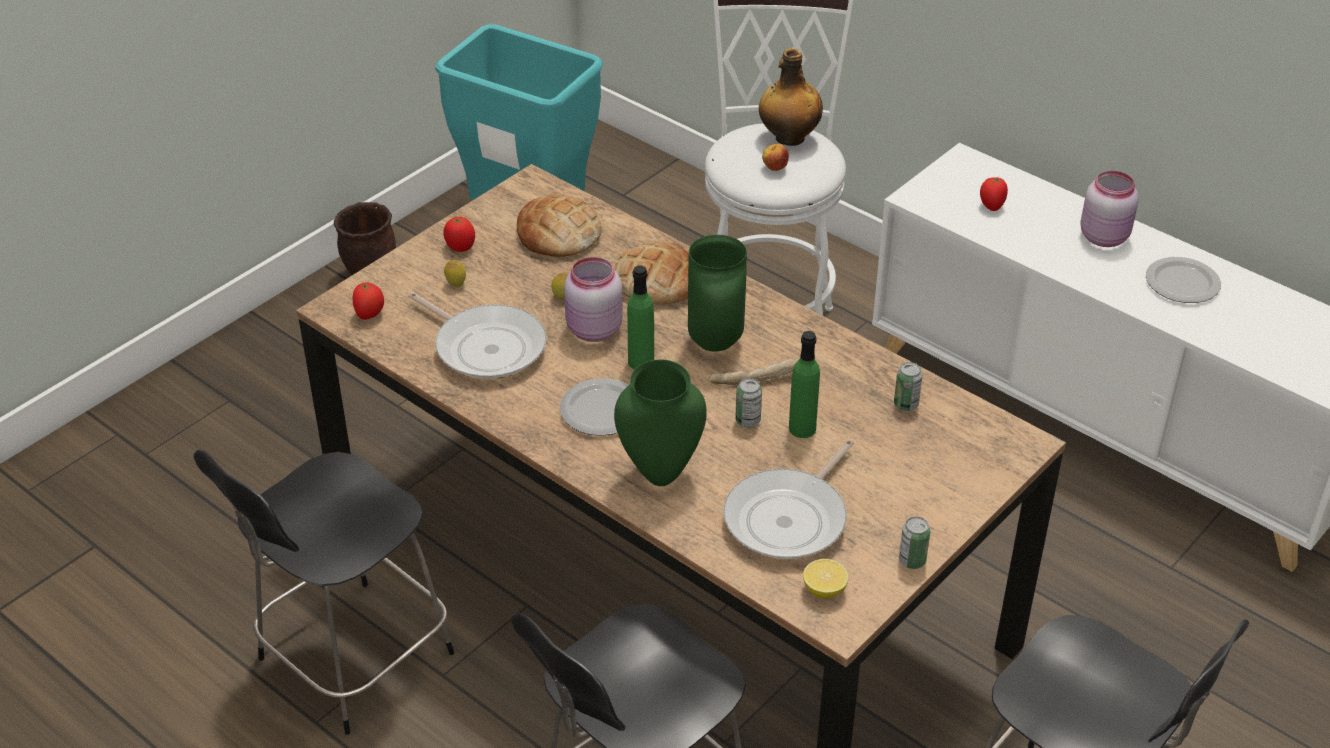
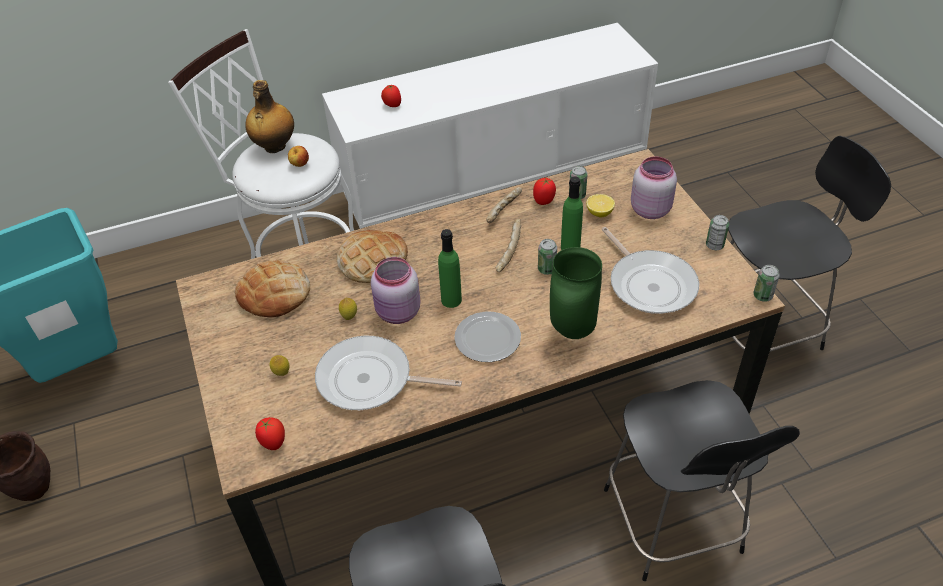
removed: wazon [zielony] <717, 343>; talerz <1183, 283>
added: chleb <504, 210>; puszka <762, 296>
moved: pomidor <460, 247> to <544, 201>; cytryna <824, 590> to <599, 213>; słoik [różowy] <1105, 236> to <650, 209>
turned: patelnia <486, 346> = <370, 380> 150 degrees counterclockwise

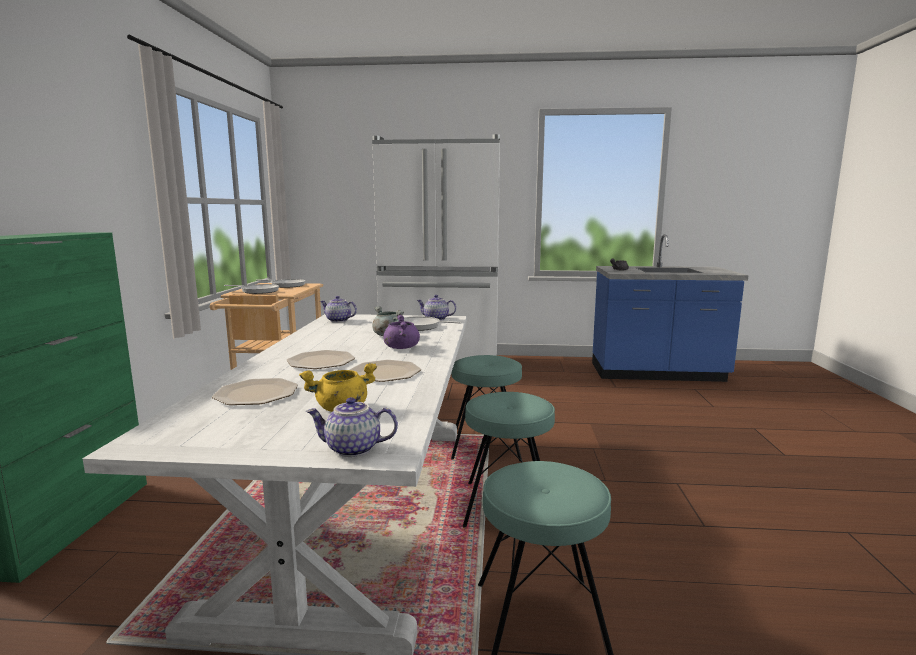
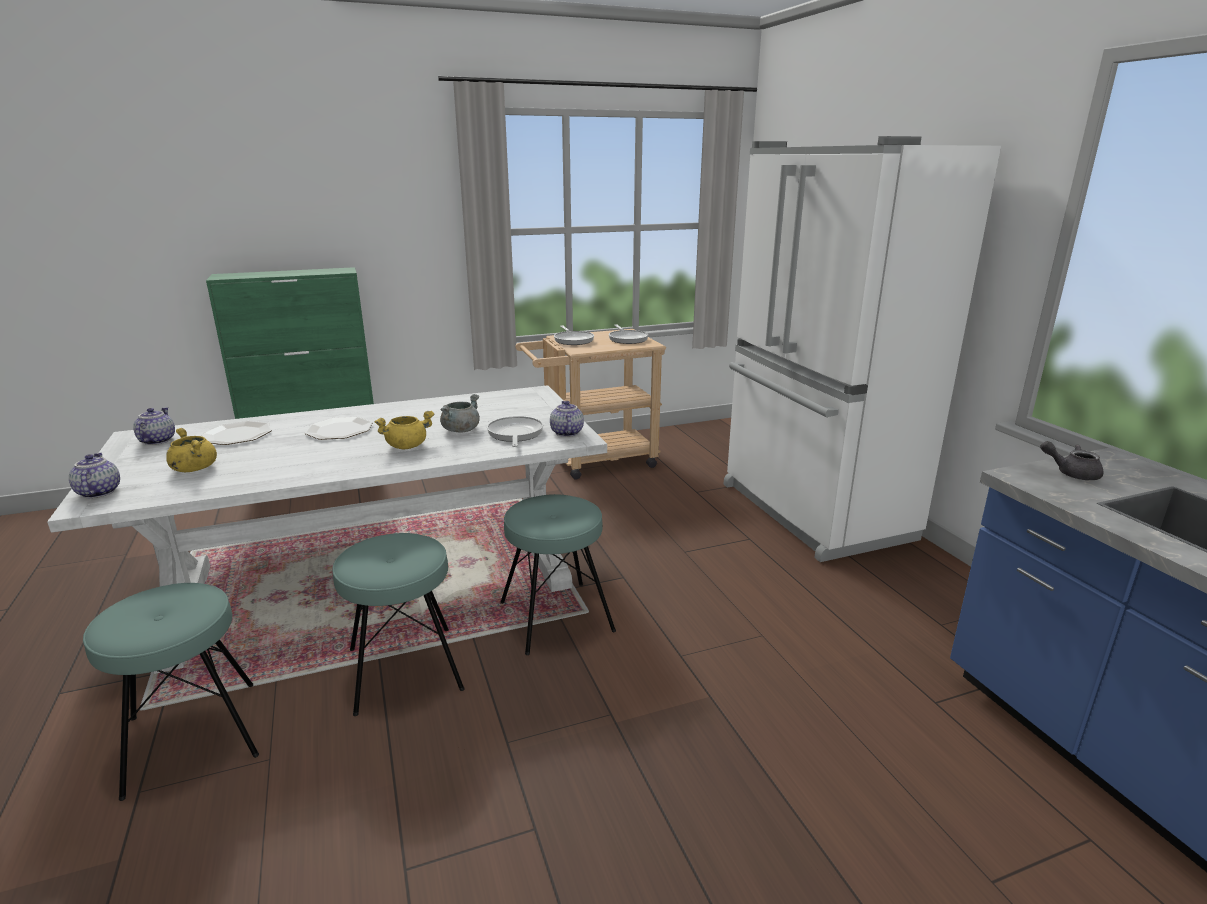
removed: talerz <384, 373>
moved: imbryk <338, 320> to <157, 440>
recoloured: garnek [fioletowy] <401, 347> to garnek [żółty] <407, 446>

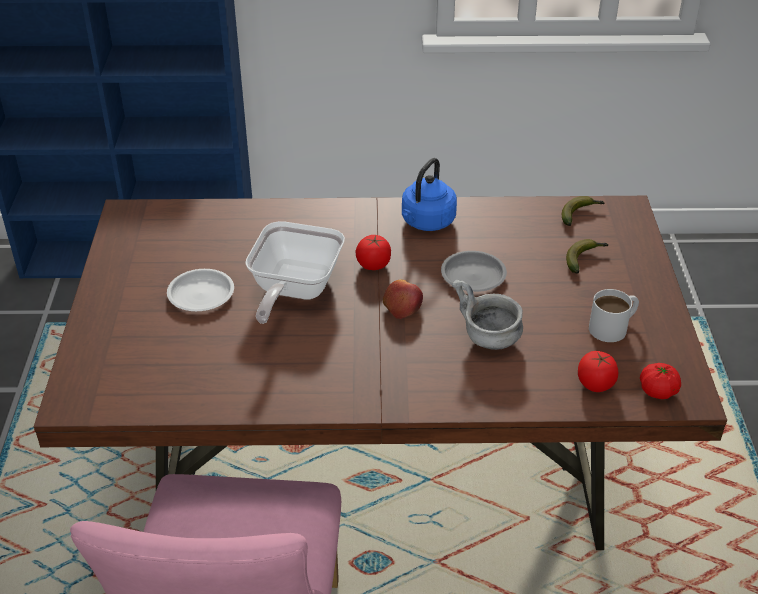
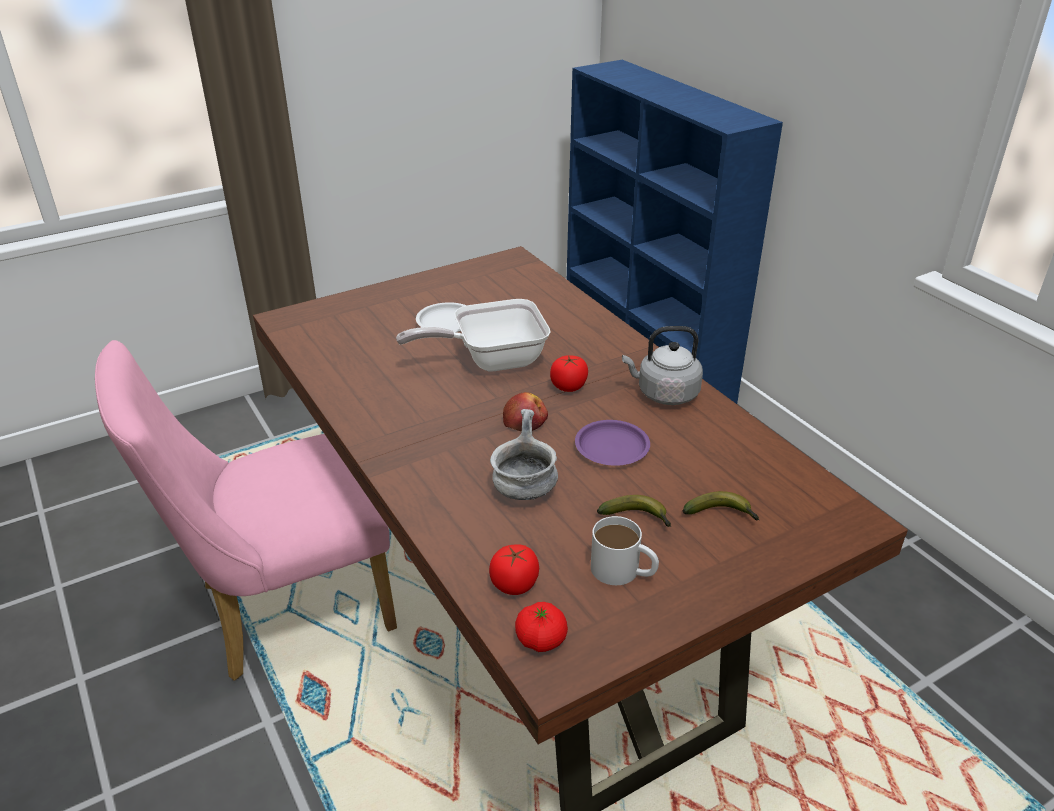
moved: banan <580, 214> to <638, 518>
recoloured: talerz [szary] <472, 275> to talerz [fioletowy] <612, 447>; czajnik [niebieski] <426, 222> to czajnik [szary] <664, 394>

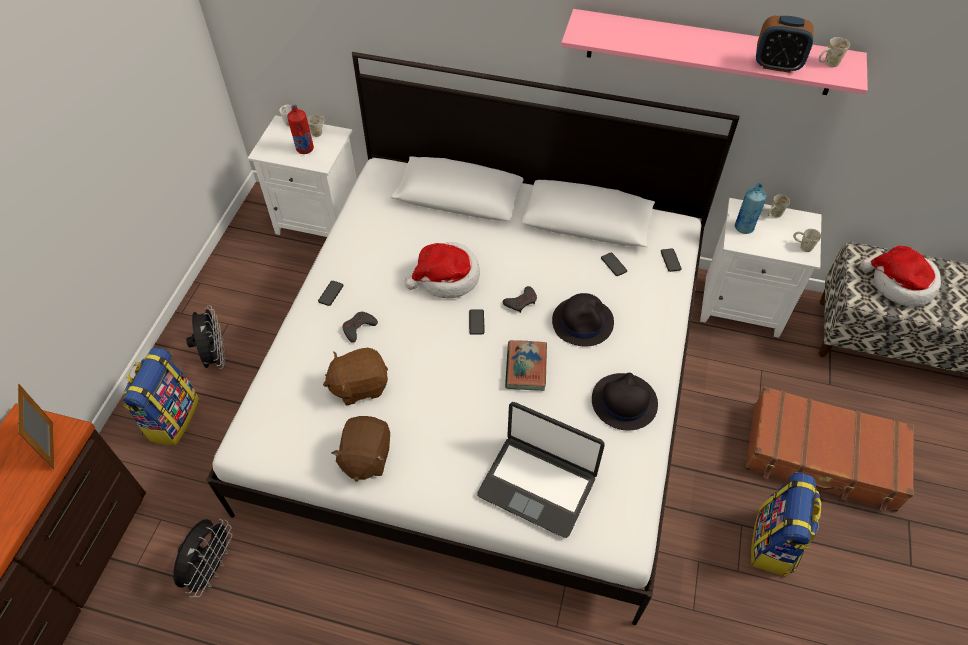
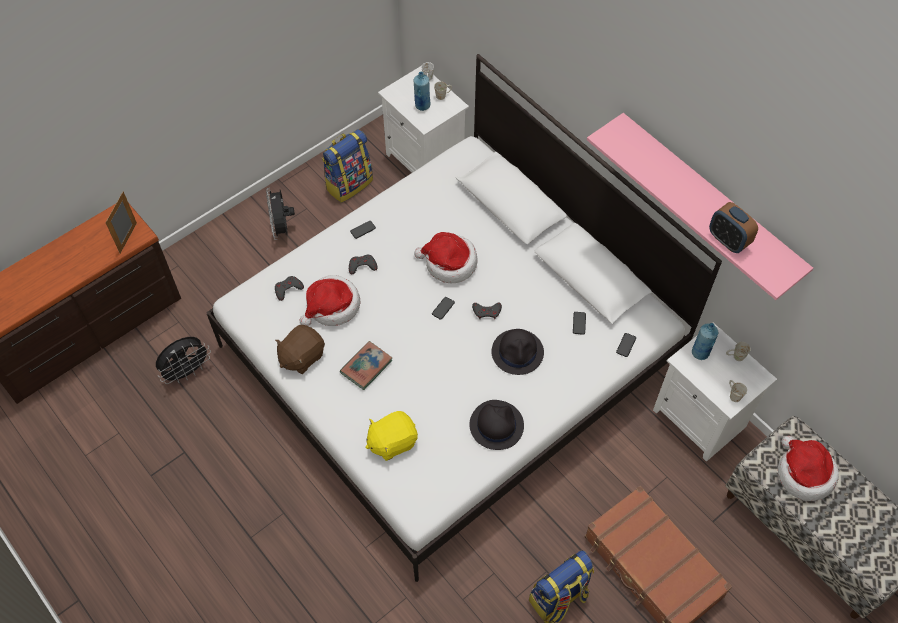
removed: kubek [biały] <827, 64>
added: pad do gier [szary] <288, 289>
moved: plecak <172, 418> to <349, 184>; książka <526, 367> to <366, 367>
replaced: pluszak [brązowy] <359, 385> to kapelusz <332, 306>; laptop <537, 485> to pluszak [żółty] <392, 441>
recoloured: butelka [czerwony] <304, 149> to butelka [niebieski] <422, 105>
turned: wentylator [czarny] <215, 356> = <282, 228> 150 degrees clockwise

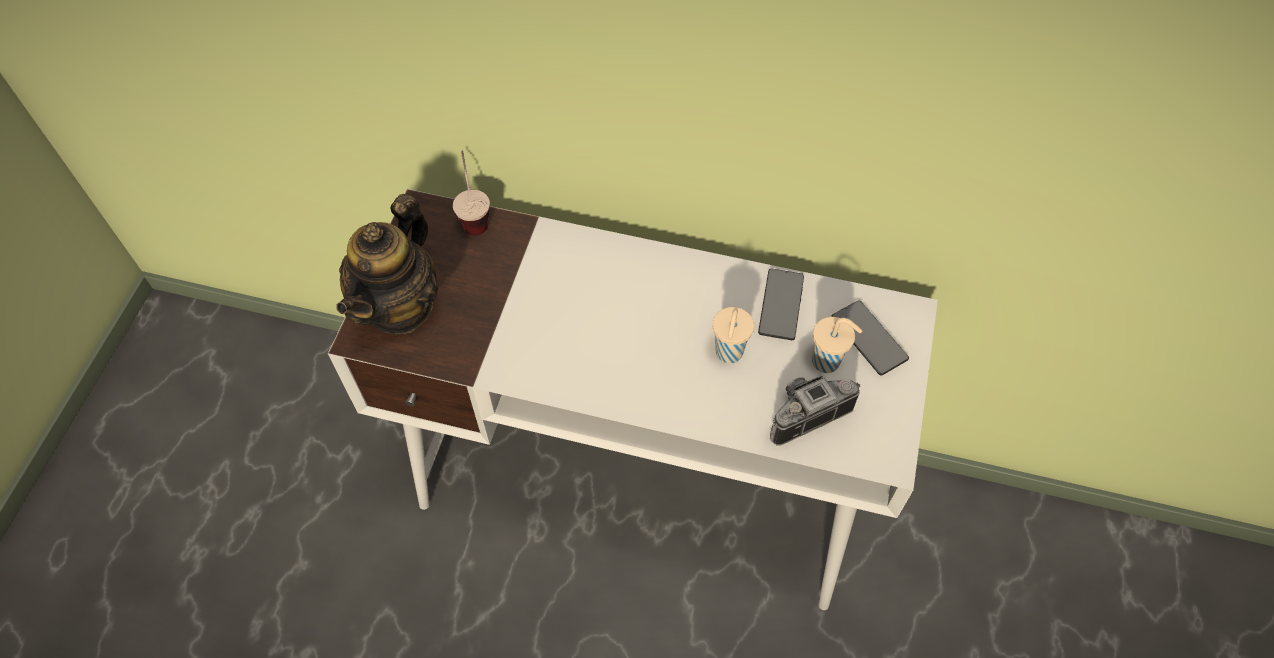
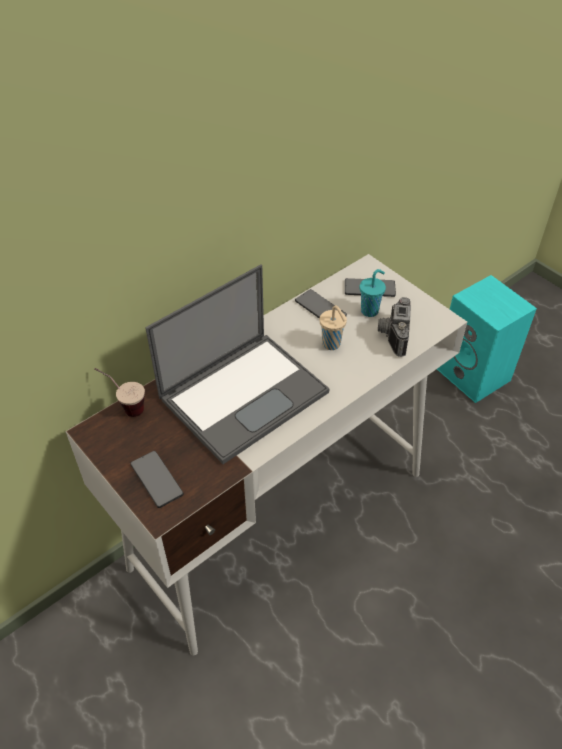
added: laptop <245, 393>; głośnik [turkusowy] <475, 375>
replaced: imbryk <400, 306> to telefon <157, 479>
recoloured: filiżanka [beżowy] <827, 362> to filiżanka [turkusowy] <370, 310>

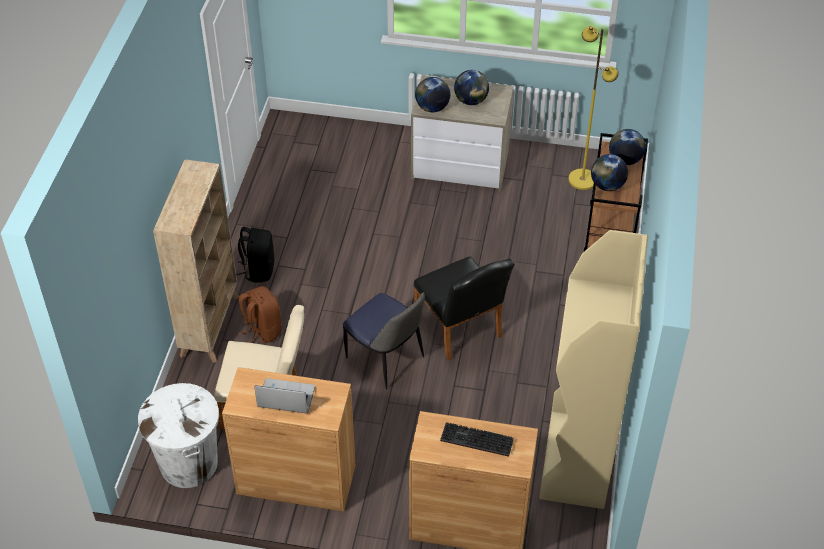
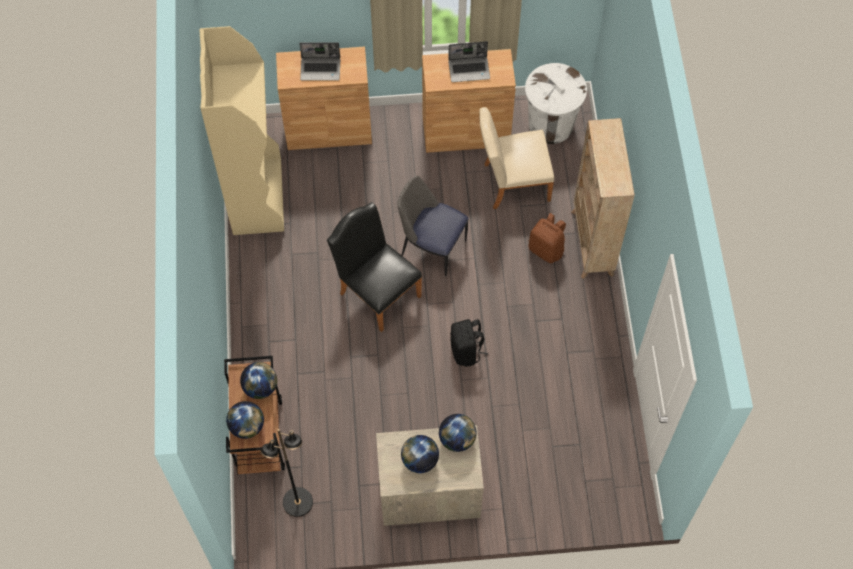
moved: plecak [czarny] <258, 270> to <466, 351>
replaced: klawiatura <475, 441> to laptop <321, 69>
recoloured: lampa stojąca [żółty] <582, 179> to lampa stojąca [czarny] <297, 503>

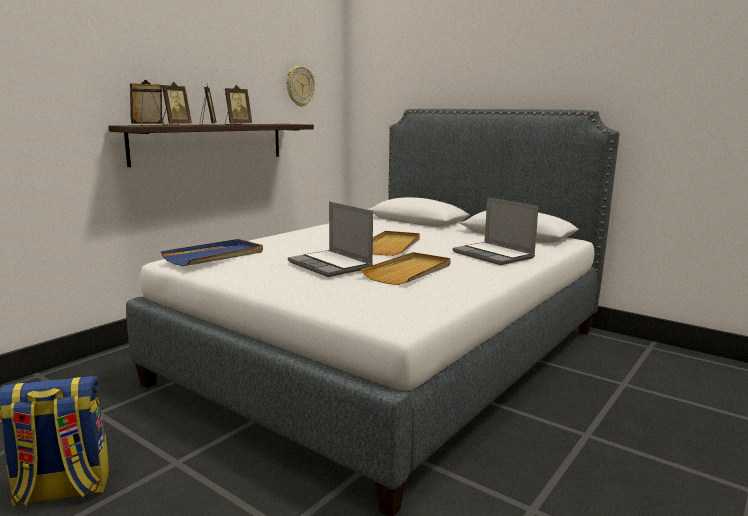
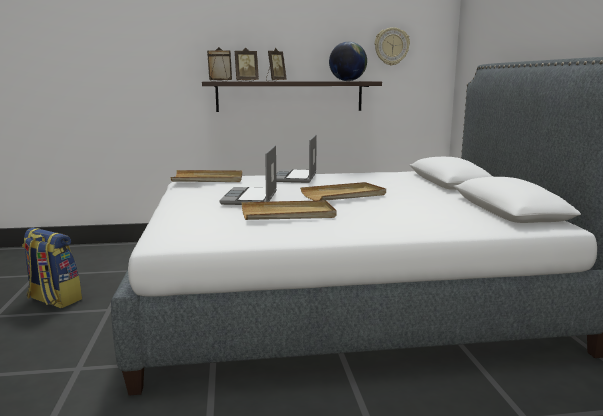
removed: ramka na zdjęcie <237, 124>
added: globus <347, 81>
moved: laptop <494, 255> to <295, 177>
recoloured: taca [niebieski] <215, 256> to taca [beżowy] <208, 179>

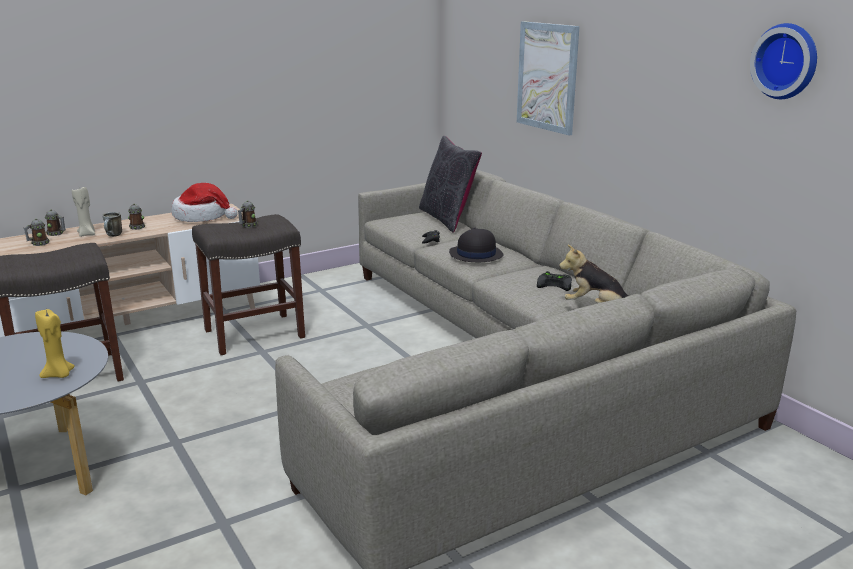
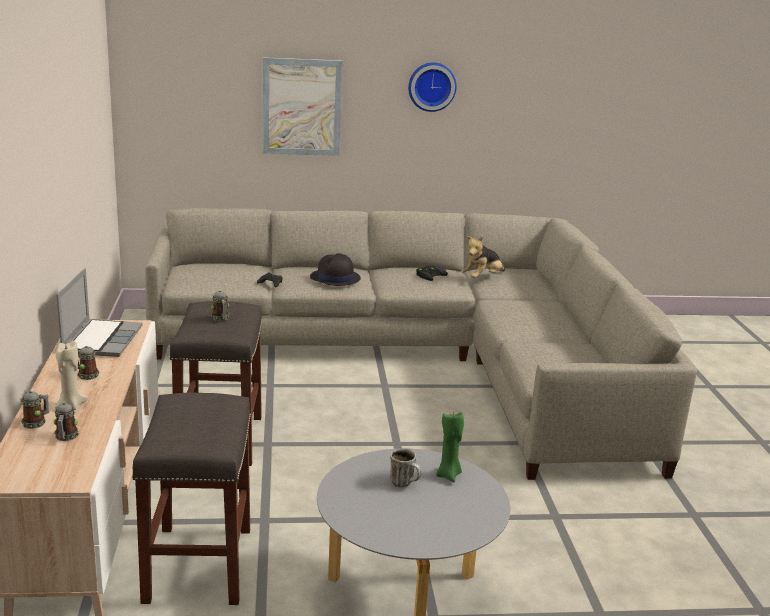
removed: poduszka [czarny] <447, 219>
moved: kubek <113, 236> to <405, 483>; zegar ścienny <787, 61> to <431, 86>
replaced: kapelusz <202, 216> to laptop <101, 339>
recoloured: świeca [żółty] <59, 375> to świeca [zielony] <449, 475>

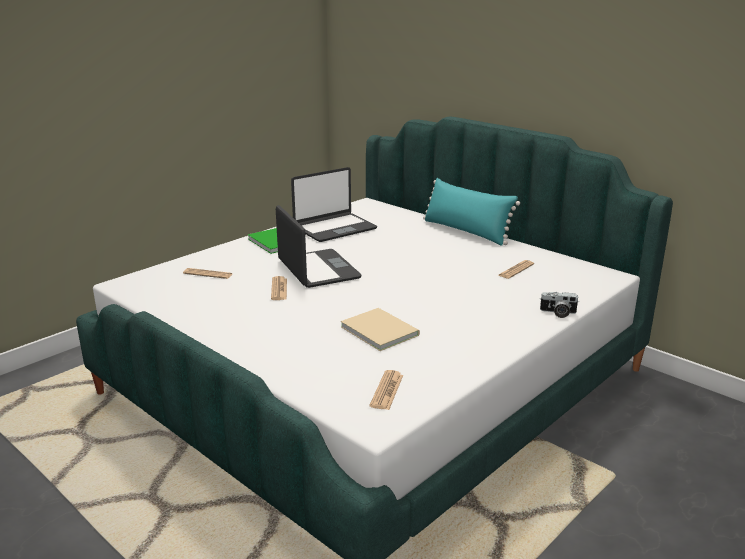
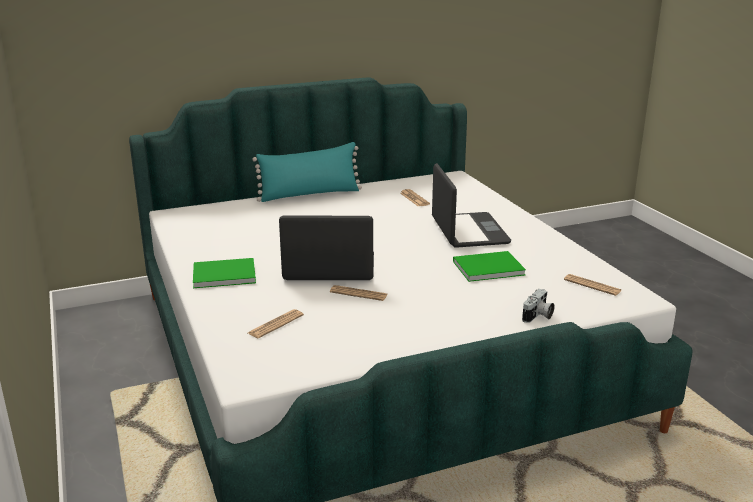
moved: laptop <334, 228> to <468, 231>; aparat fotograficzny <558, 313> to <538, 316>
recoloured: książka [beżowy] <379, 329> to książka [zielony] <486, 268>

